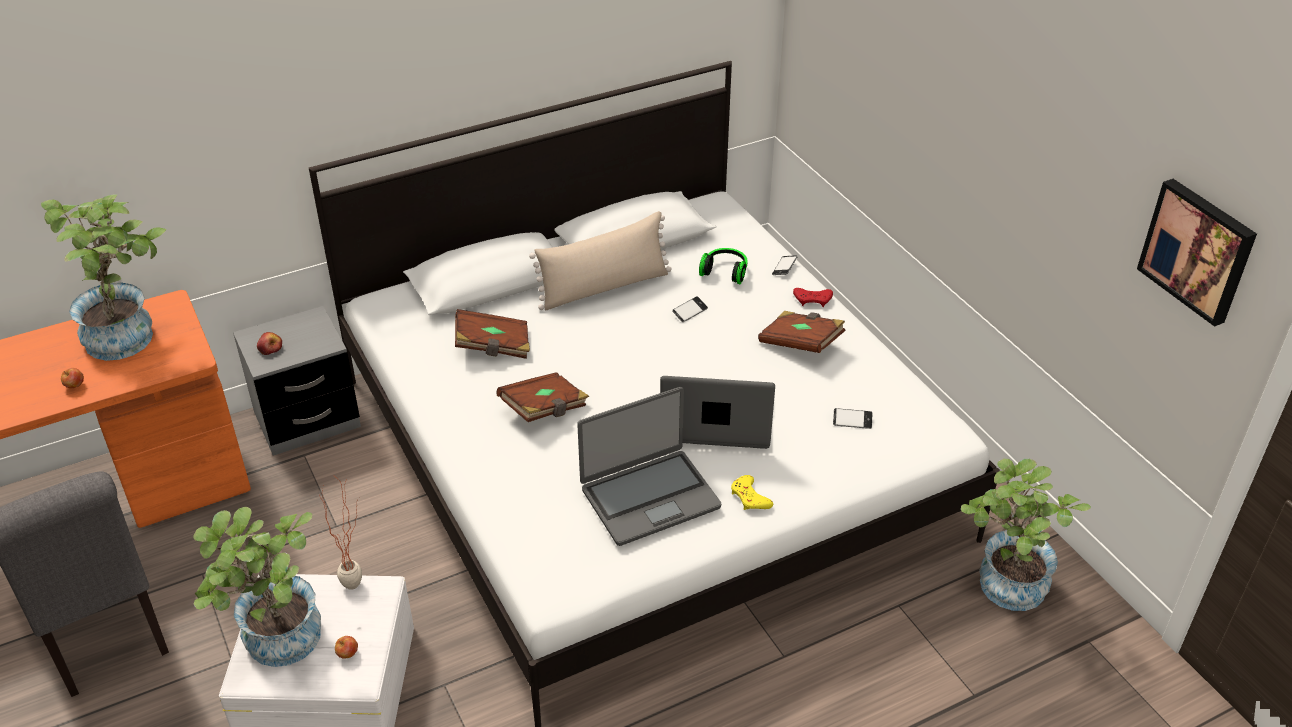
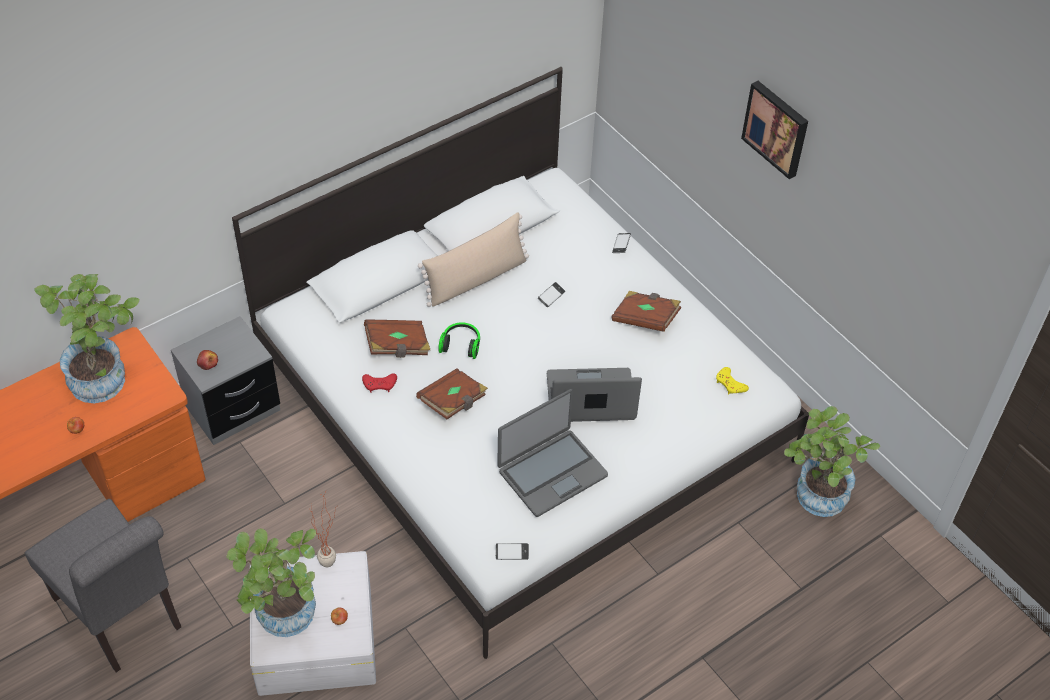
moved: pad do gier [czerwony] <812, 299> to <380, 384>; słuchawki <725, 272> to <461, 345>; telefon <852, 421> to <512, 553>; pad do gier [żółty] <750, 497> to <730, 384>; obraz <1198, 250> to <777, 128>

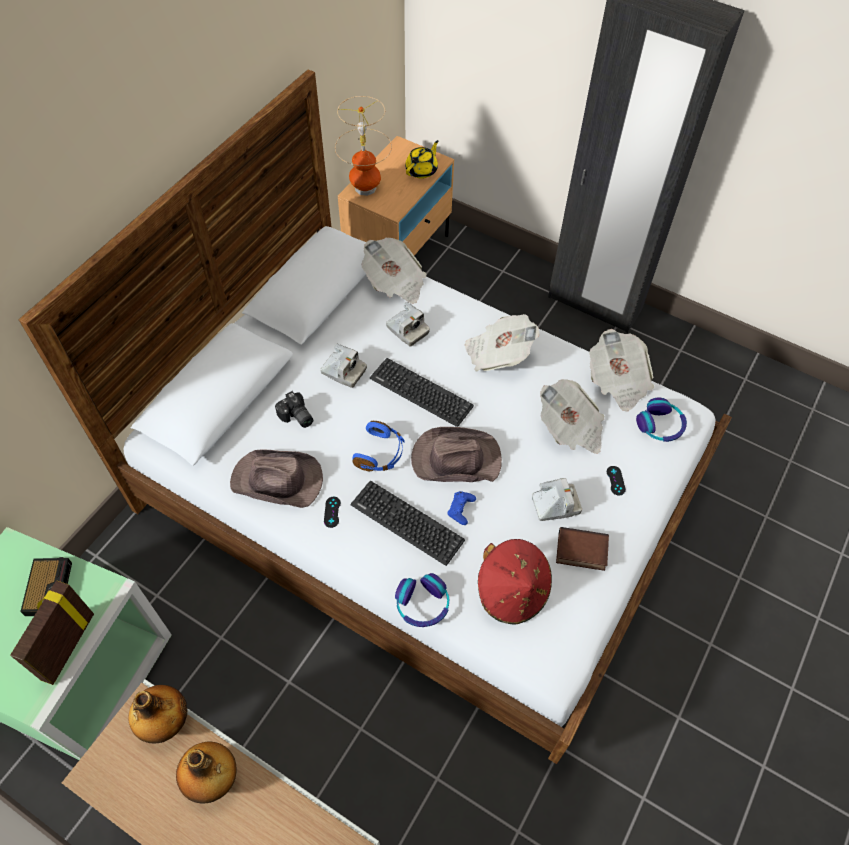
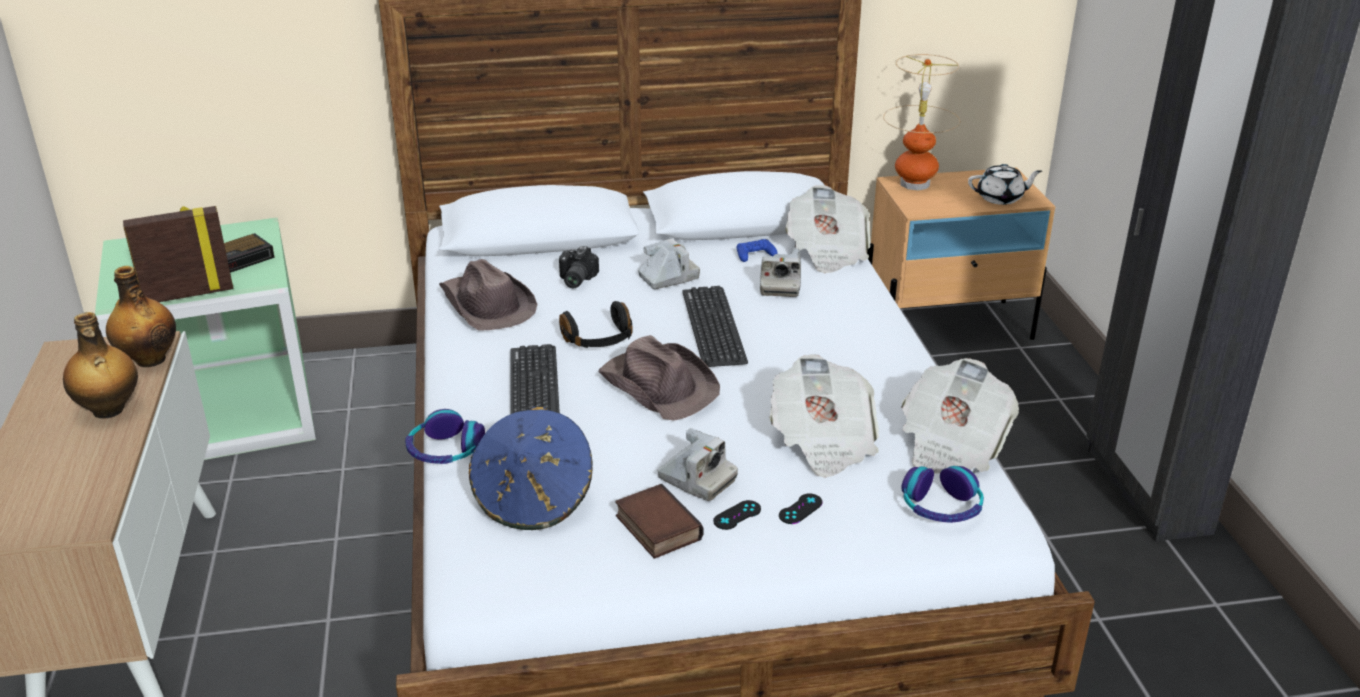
removed: gazeta <498, 354>
moved: pad do gier [czarny] <332, 512> to <737, 515>; pad do gier [niebieski] <461, 509> to <755, 255>
recoloured: kapelusz [czerwony] <512, 591> to kapelusz [niebieski] <534, 499>; słuchawki [niebieski] <380, 453> to słuchawki [czarny] <599, 340>; imbryk [żółty] <422, 170> to imbryk [biały] <1001, 198>
turned: aparat fotograficzny <343, 372> = <668, 277> 105 degrees counterclockwise

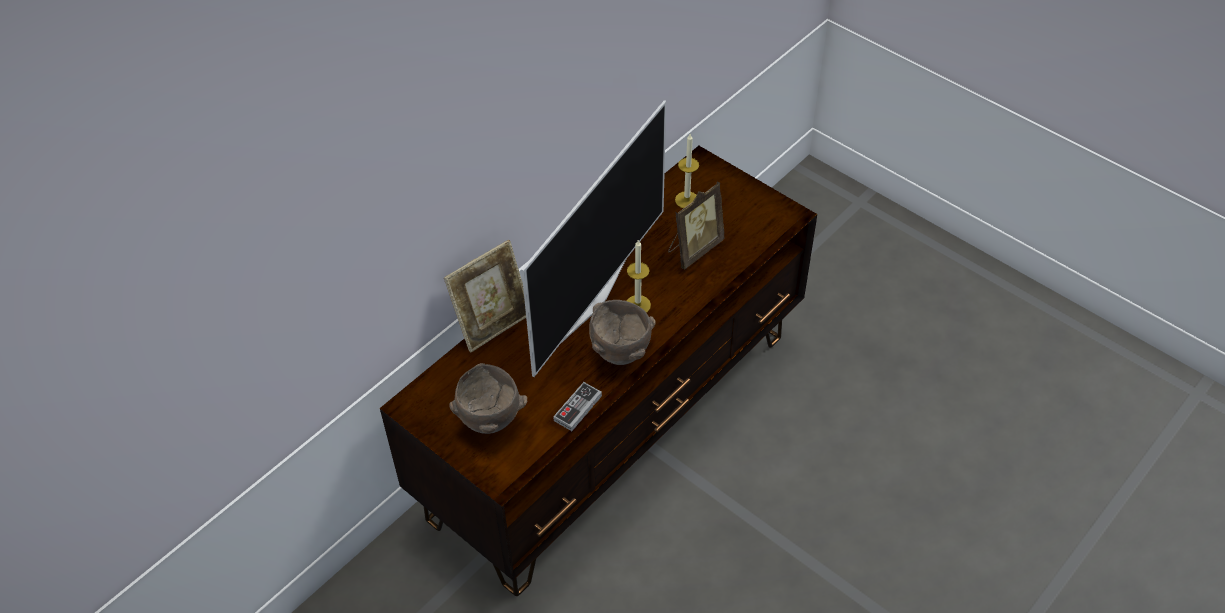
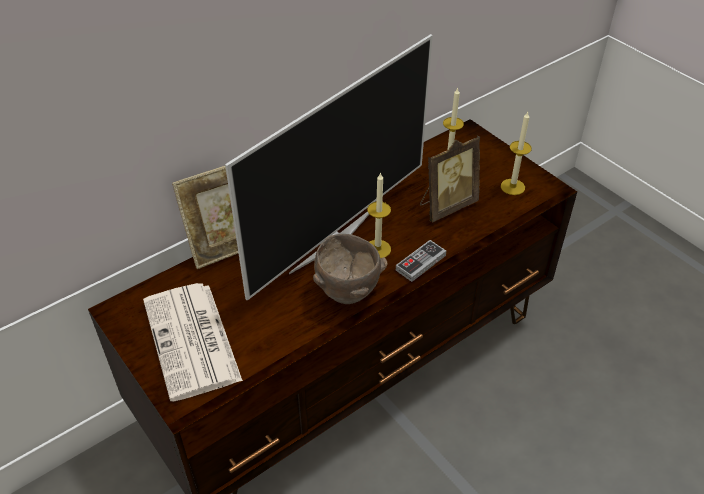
added: świeca <512, 187>
moved: pad do gier <578, 408> to <420, 263>
replaced: miska [brązowy] <490, 422> to gazeta <193, 341>

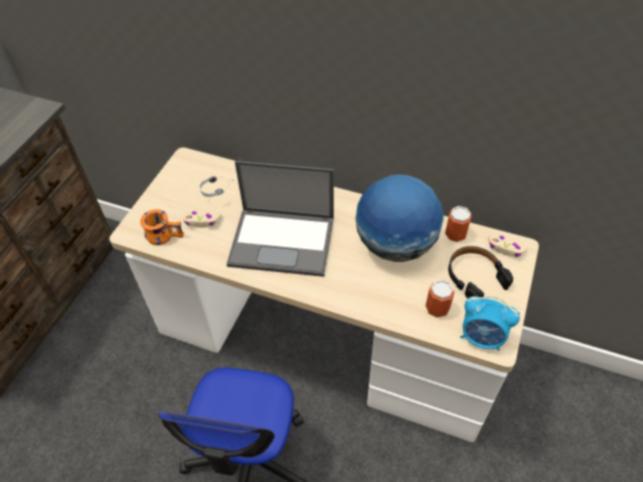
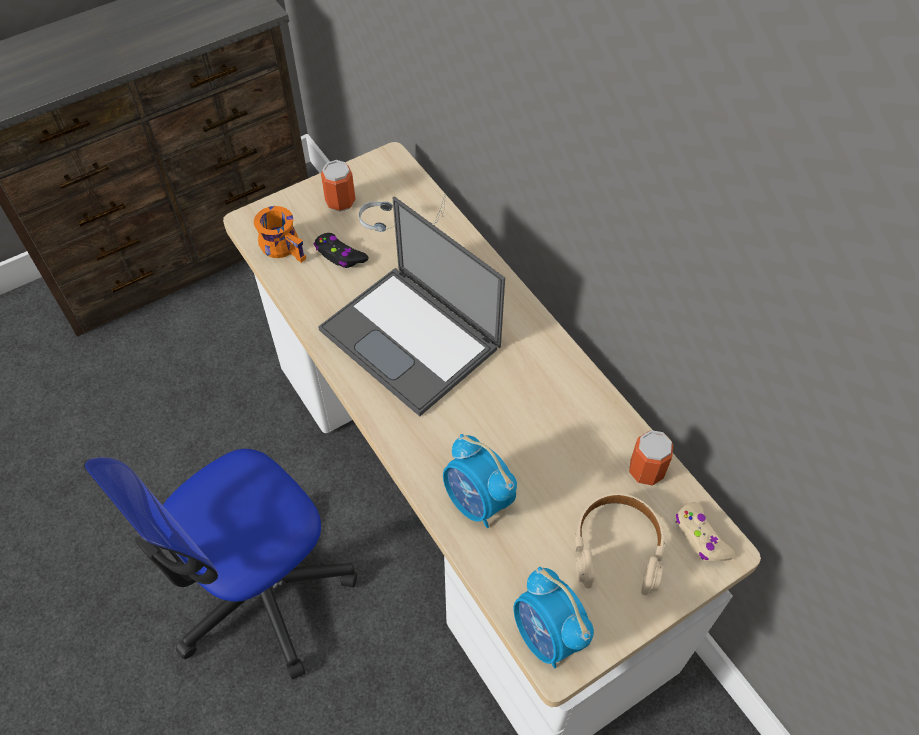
removed: globus <395, 245>
added: budzik <477, 501>
moved: puszka <437, 308> to <340, 202>
recoloured: pad do gier [beżowy] <202, 221> to pad do gier [czarny] <340, 255>; słuchawki [czarny] <475, 277> to słuchawki [beżowy] <617, 547>

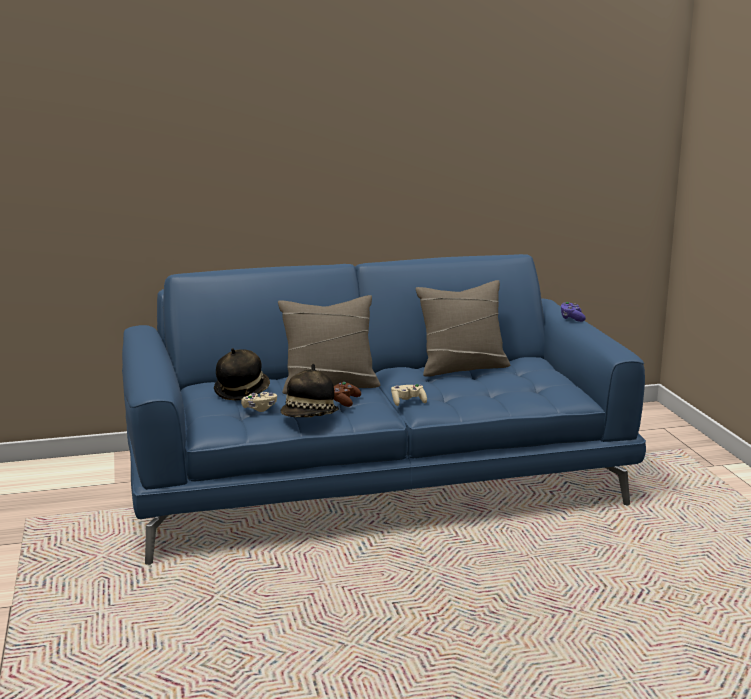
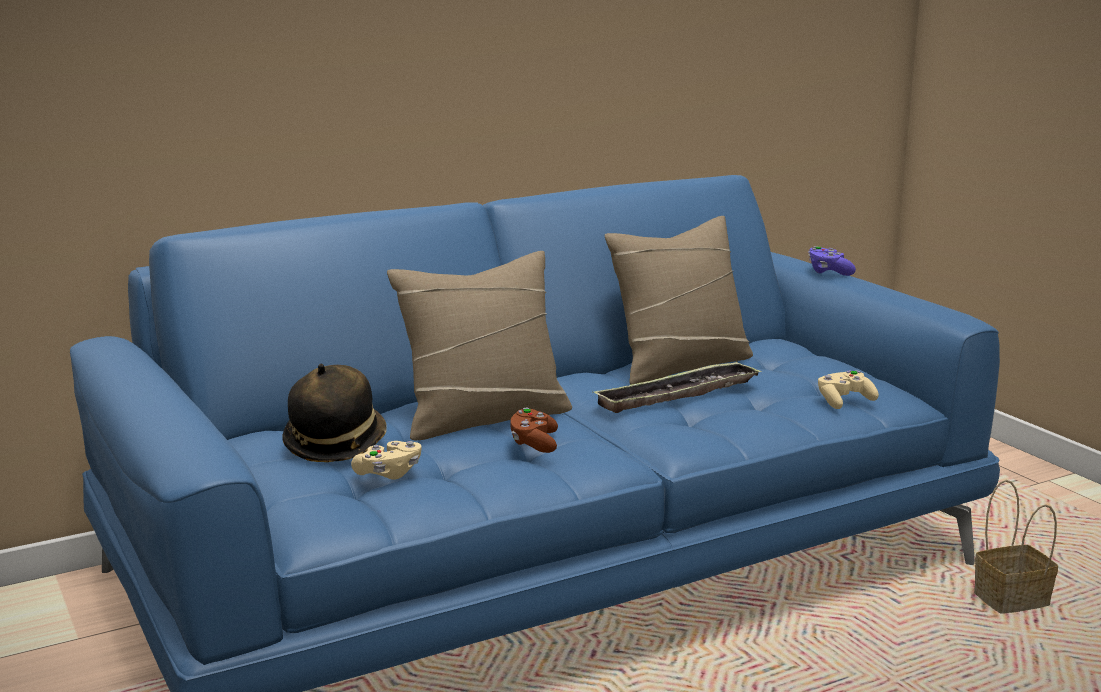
removed: kapelusz <309, 417>
added: taca <677, 395>; koszyk <1012, 600>
moved: pad do gier [beżowy] <408, 402> to <844, 401>

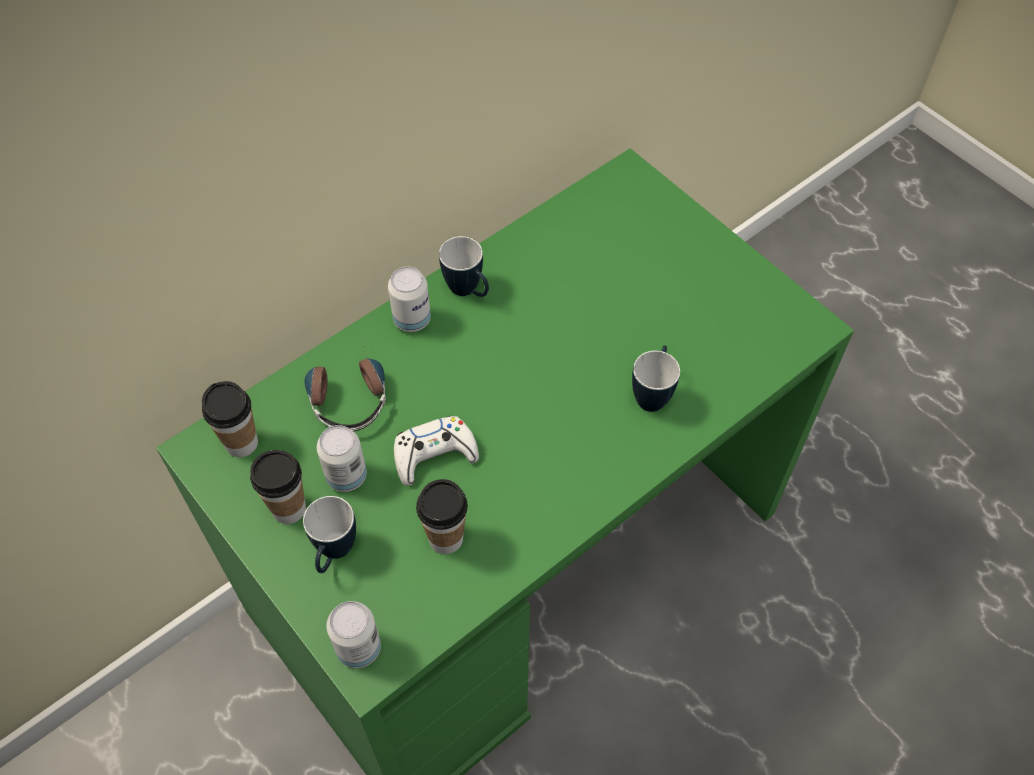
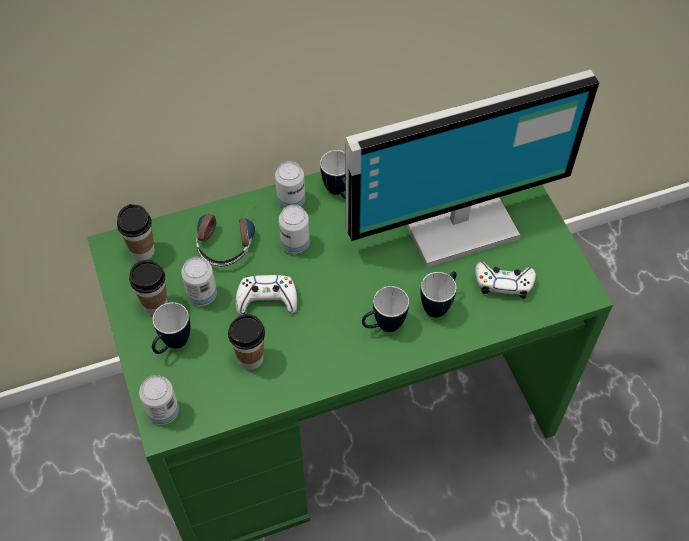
added: puszka <295, 244>; monitor <456, 220>; kubek <383, 326>; pad do gier [biały] <503, 283>

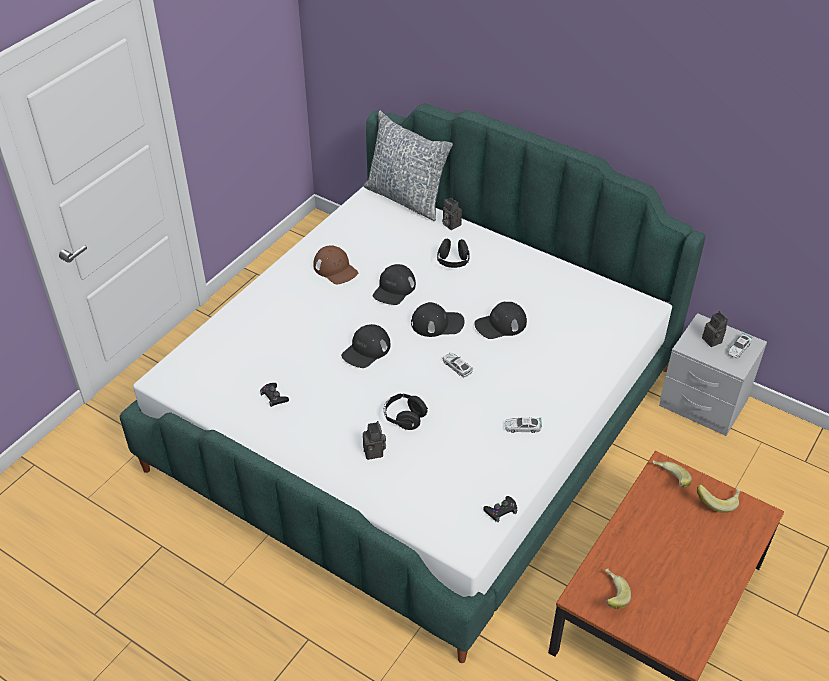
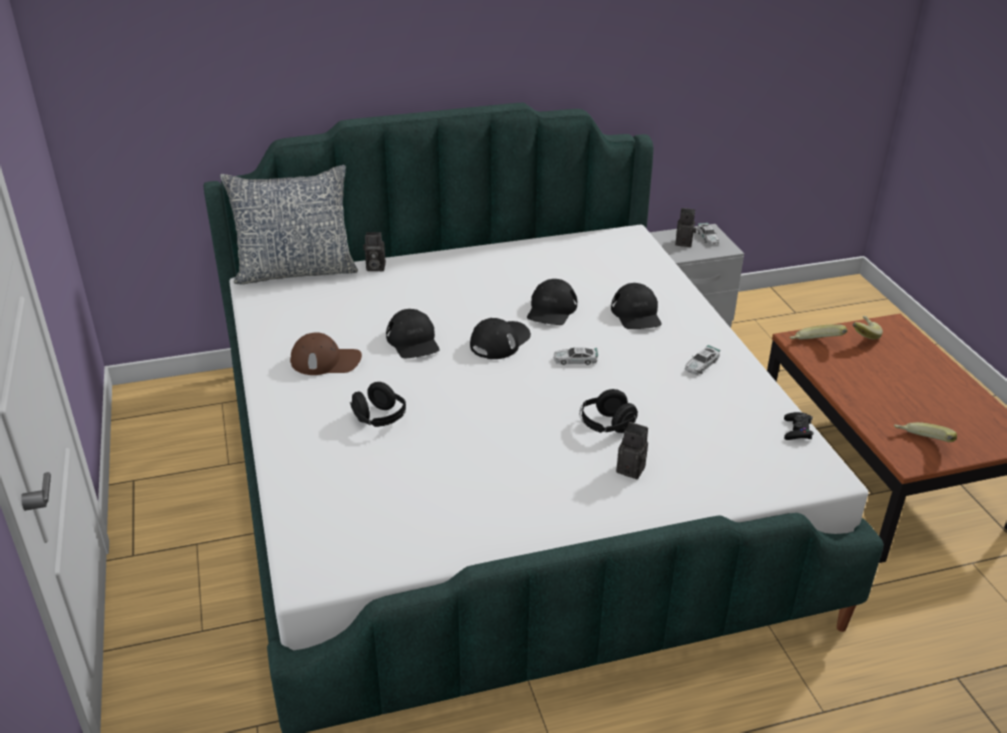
removed: pad do gier [czarny] <274, 397>
moved: słuchawki [czarny] <453, 262> to <379, 419>; czapka z daszkiem [czarny] <366, 350> to <636, 314>

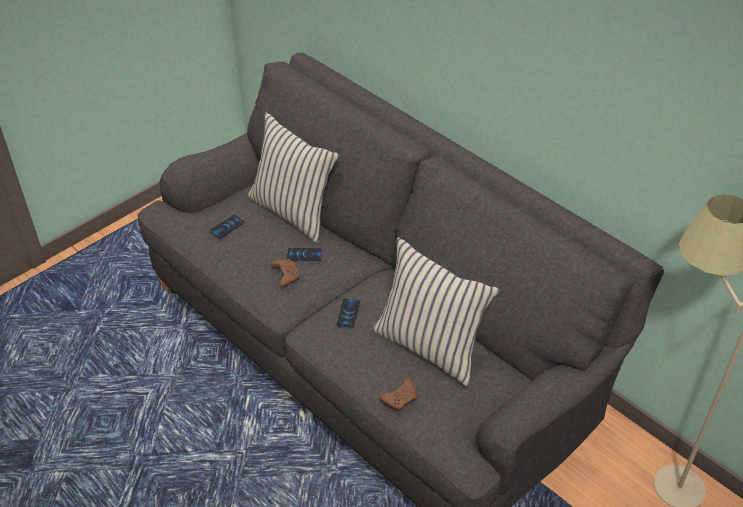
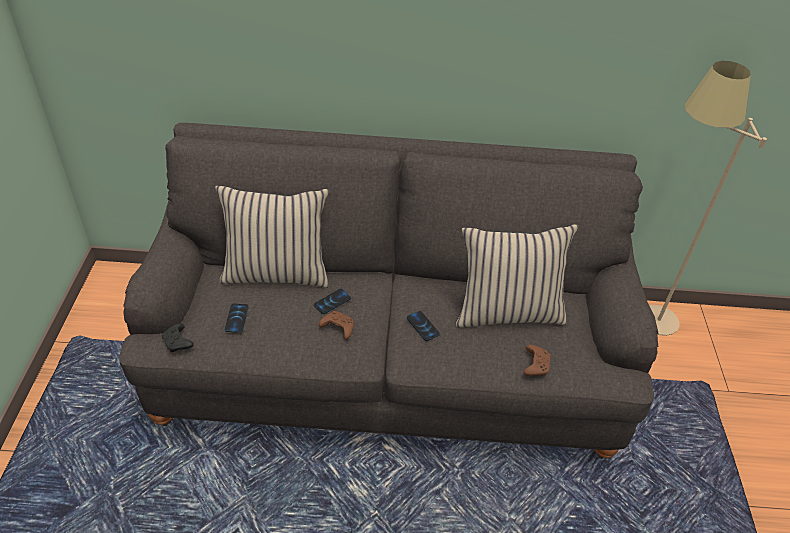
added: pad do gier [czarny] <178, 343>

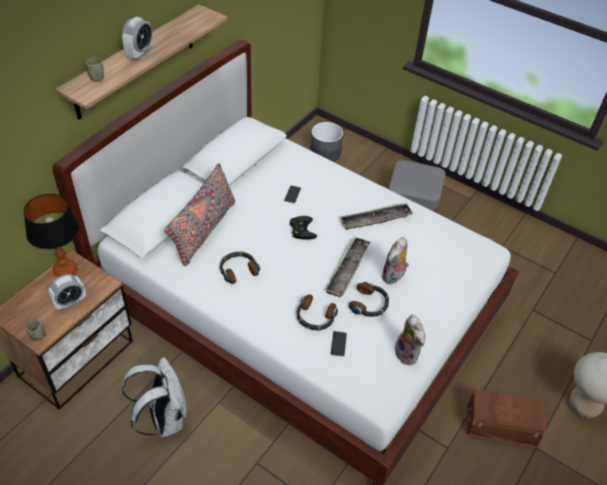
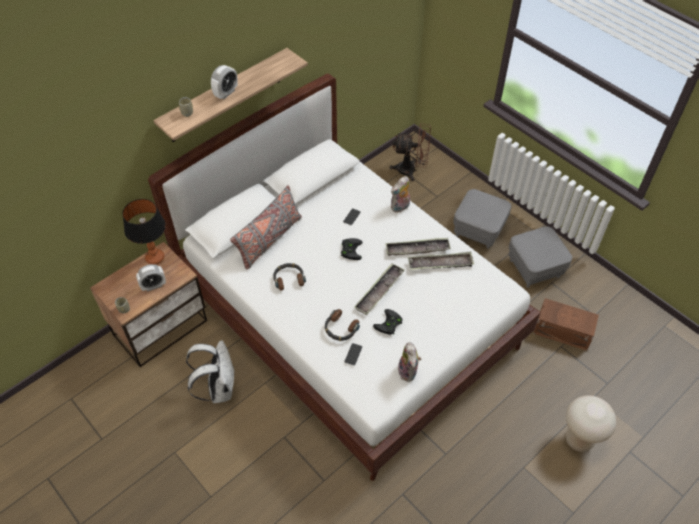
added: taca <440, 264>; pufa [szary] <534, 268>
moved: pluszak <393, 277> to <400, 207>; pojemnik do przechowywania [brązowy] <499, 425> to <562, 330>
replaced: słuchawki <369, 304> to pad do gier [czarny] <389, 324>; donica [szary] <325, 153> to wentylator [brązowy] <411, 170>

